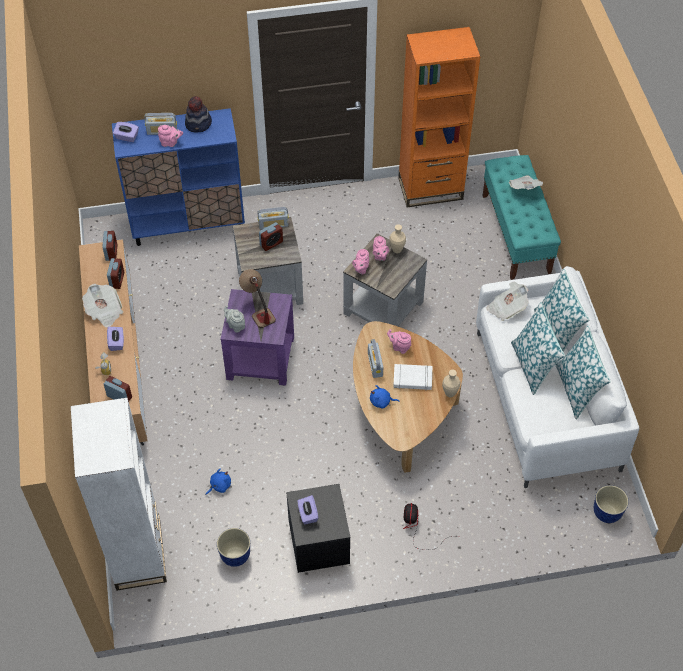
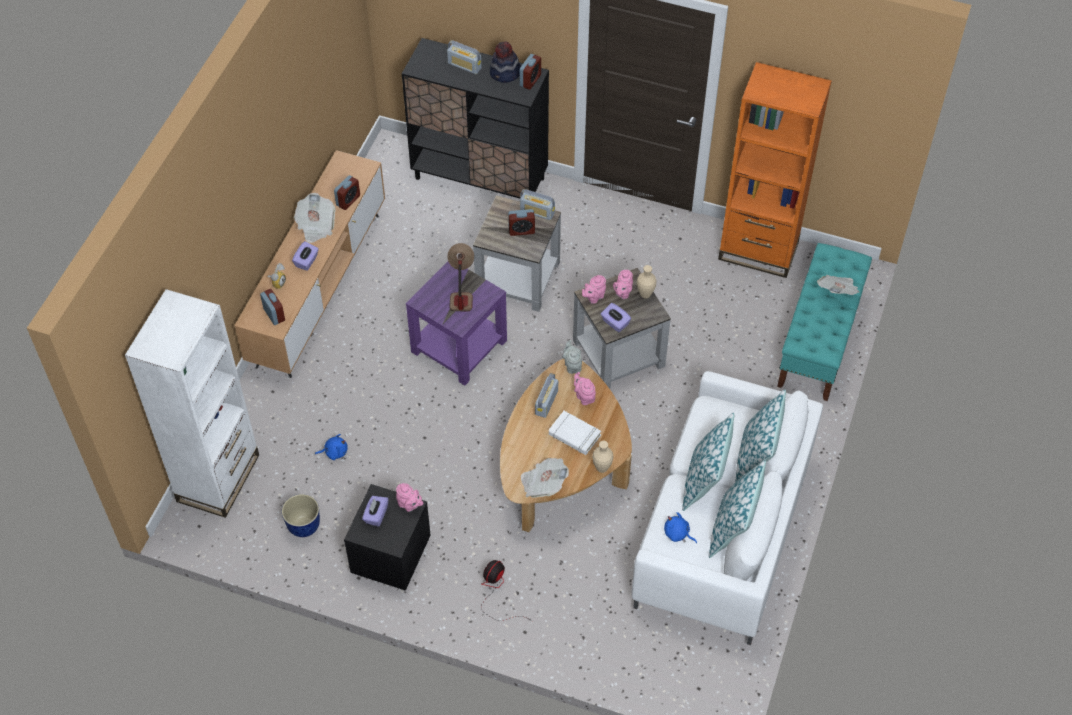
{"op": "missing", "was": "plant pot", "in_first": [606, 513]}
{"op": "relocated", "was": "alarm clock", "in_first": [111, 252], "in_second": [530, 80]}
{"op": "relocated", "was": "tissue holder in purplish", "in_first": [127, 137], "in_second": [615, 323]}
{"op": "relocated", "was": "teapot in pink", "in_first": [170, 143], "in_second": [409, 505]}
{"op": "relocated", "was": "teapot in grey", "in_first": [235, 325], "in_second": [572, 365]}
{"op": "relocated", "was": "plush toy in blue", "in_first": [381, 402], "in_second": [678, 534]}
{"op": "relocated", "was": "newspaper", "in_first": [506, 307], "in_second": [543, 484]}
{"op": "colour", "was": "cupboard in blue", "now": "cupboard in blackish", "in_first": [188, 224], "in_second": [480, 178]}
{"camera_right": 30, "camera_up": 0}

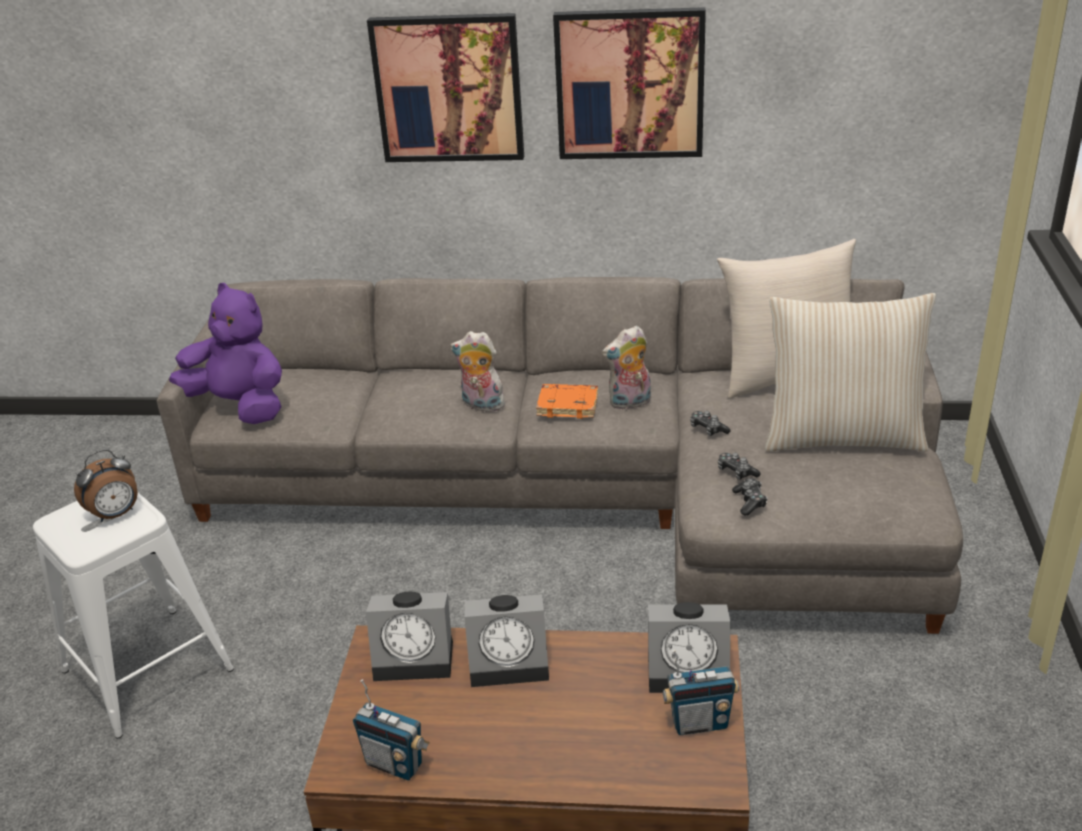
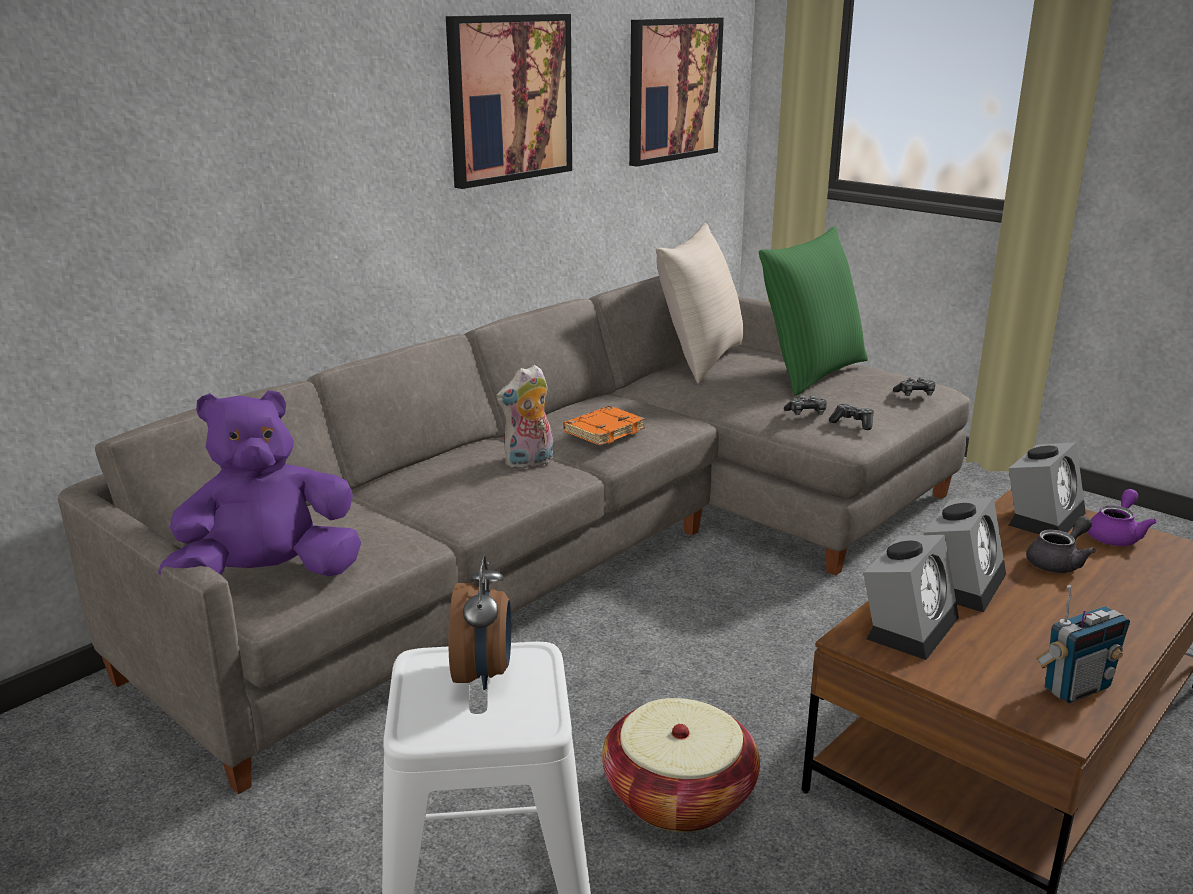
{"op": "missing", "was": "plush toy", "in_first": [629, 403]}
{"op": "appeared", "now": "household basket", "in_second": [679, 796]}
{"op": "appeared", "now": "teapot in grey", "in_second": [1059, 562]}
{"op": "relocated", "was": "picture", "in_first": [448, 88], "in_second": [673, 90]}
{"op": "relocated", "was": "joypad", "in_first": [708, 429], "in_second": [915, 394]}
{"op": "exchanged", "was": "radio set", "now": "teapot in purplish", "in_first": [699, 723], "in_second": [1116, 535]}
{"op": "colour", "was": "cushion in sand-coloured", "now": "cushion in greenish", "in_first": [842, 436], "in_second": [810, 372]}
{"camera_right": -55, "camera_up": -10}

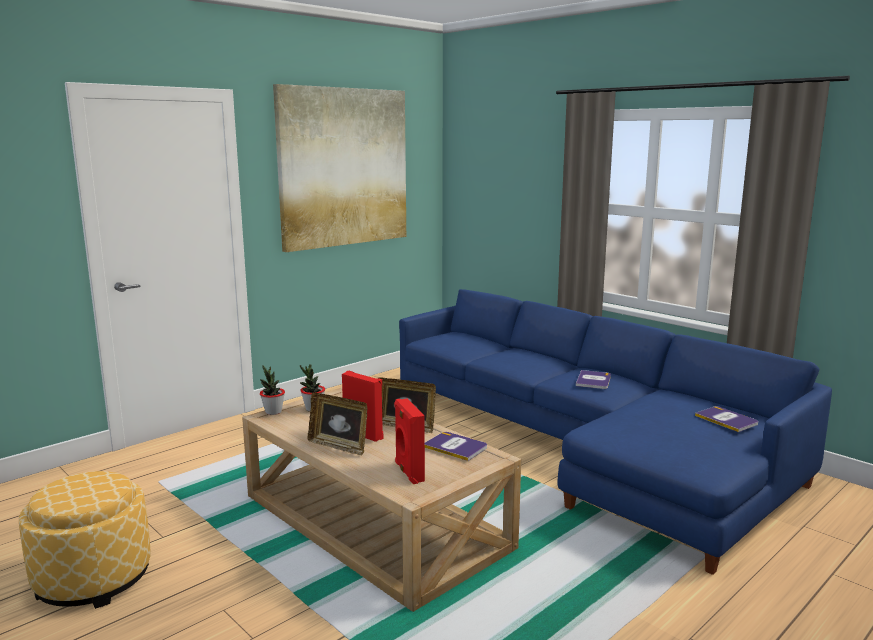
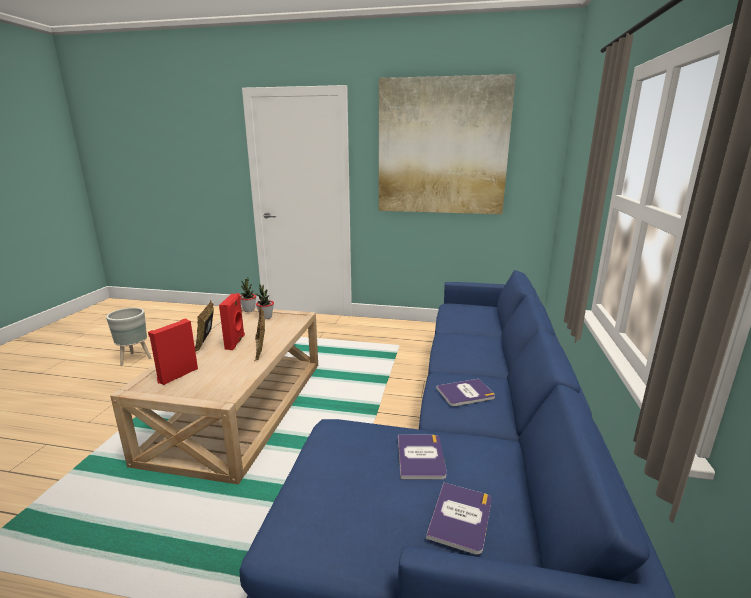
{"op": "relocated", "was": "volume", "in_first": [455, 447], "in_second": [420, 457]}
{"op": "exchanged", "was": "footrest", "now": "plant pot in grey", "in_first": [93, 578], "in_second": [135, 359]}
{"camera_right": 55, "camera_up": 5}

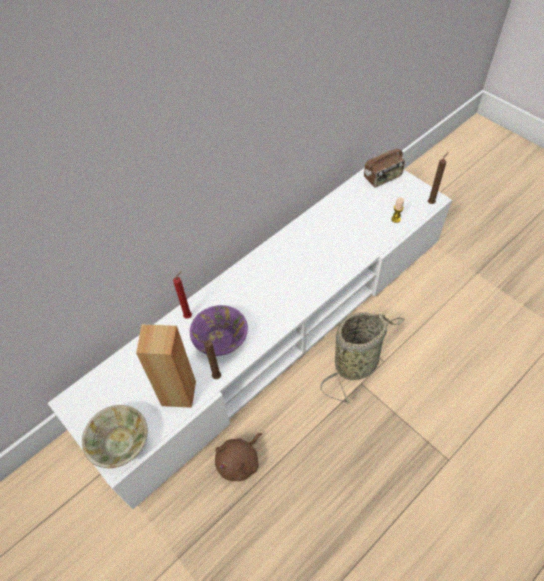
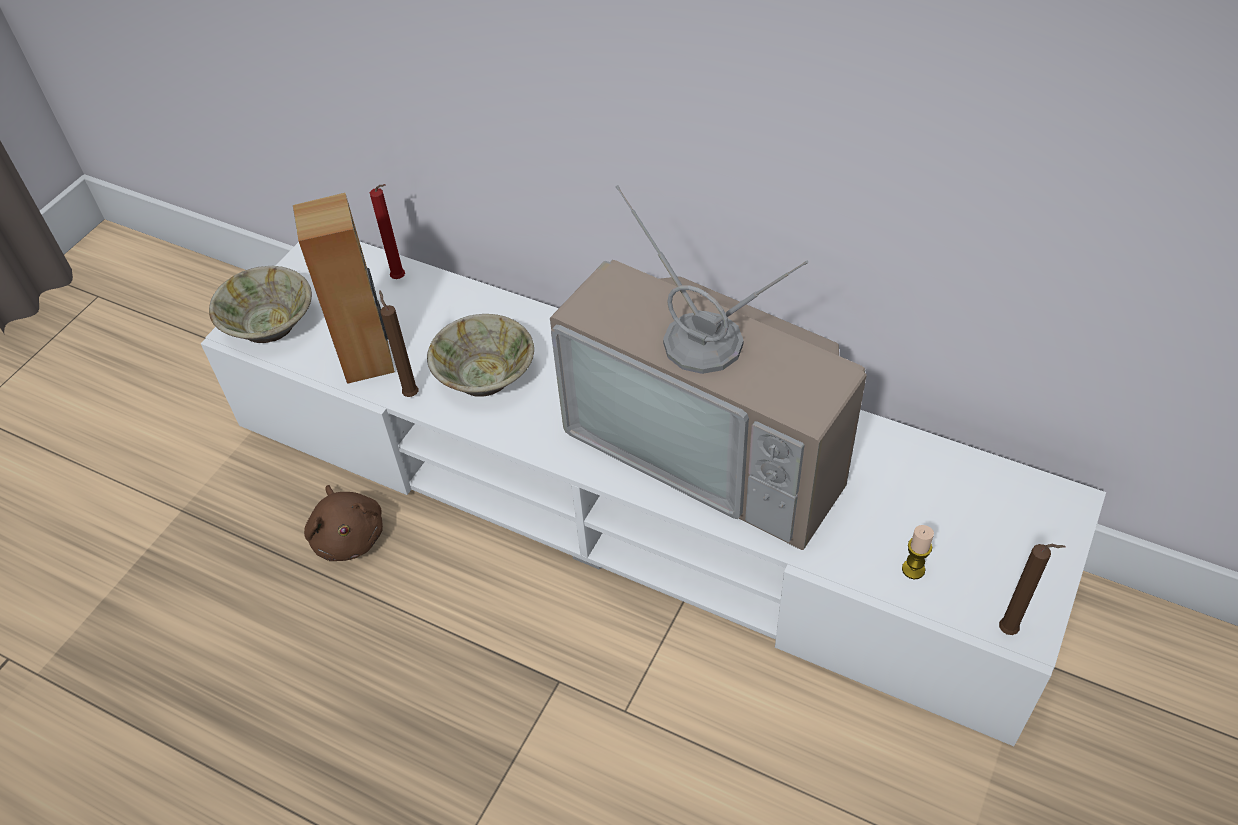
{"op": "missing", "was": "household basket", "in_first": [358, 362]}
{"op": "missing", "was": "radio set", "in_first": [383, 178]}
{"op": "appeared", "now": "TV set", "in_second": [714, 444]}
{"op": "relocated", "was": "wax candle in red-coloured", "in_first": [189, 316], "in_second": [400, 279]}
{"op": "colour", "was": "serving bowl in purplish", "now": "serving bowl in sand-coloured", "in_first": [221, 339], "in_second": [486, 375]}
{"op": "spun", "was": "plush toy in brownish", "in_first": [240, 461], "in_second": [348, 536], "clockwise": -135}
{"camera_right": 70, "camera_up": -5}

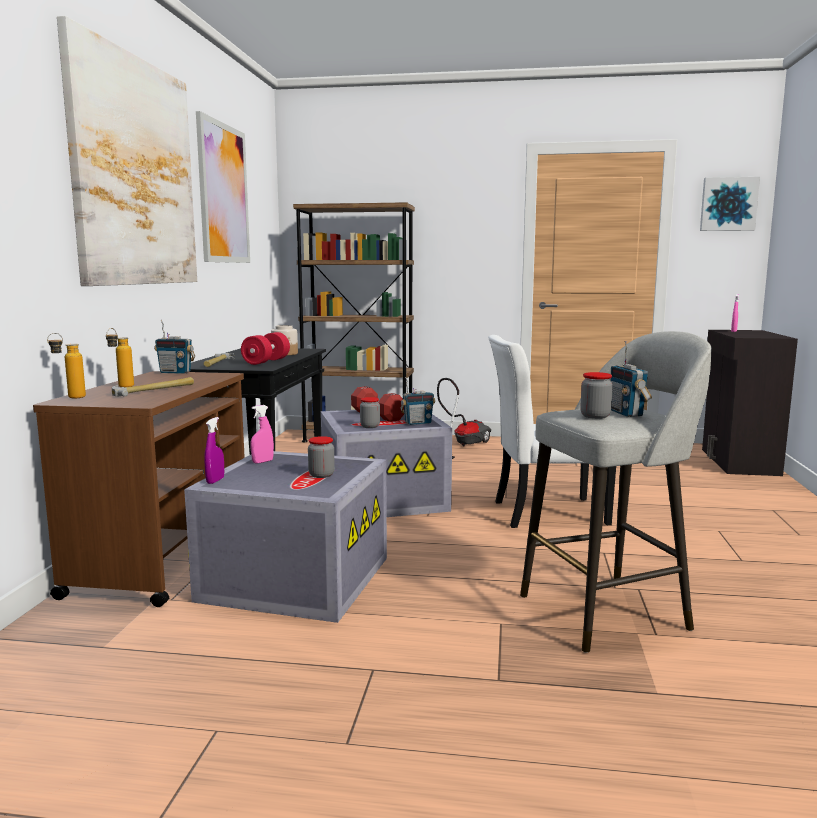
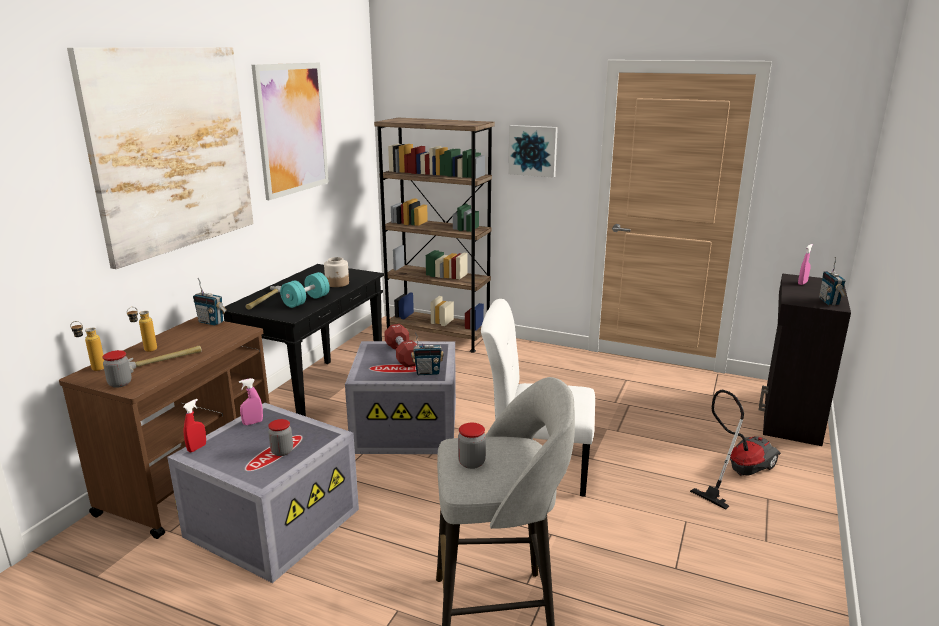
{"op": "relocated", "was": "preserve jar", "in_first": [370, 426], "in_second": [120, 383]}
{"op": "relocated", "was": "hoover", "in_first": [461, 445], "in_second": [737, 472]}
{"op": "relocated", "was": "radio set", "in_first": [627, 413], "in_second": [829, 302]}
{"op": "relocated", "was": "picture", "in_first": [728, 204], "in_second": [533, 150]}
{"op": "colour", "was": "hand sprayer in purplish", "now": "hand sprayer in red-coloured", "in_first": [215, 481], "in_second": [197, 448]}
{"op": "colour", "was": "dumbbell in red-coloured", "now": "dumbbell in turquoise-coloured", "in_first": [266, 361], "in_second": [306, 301]}
{"camera_right": 15, "camera_up": 10}

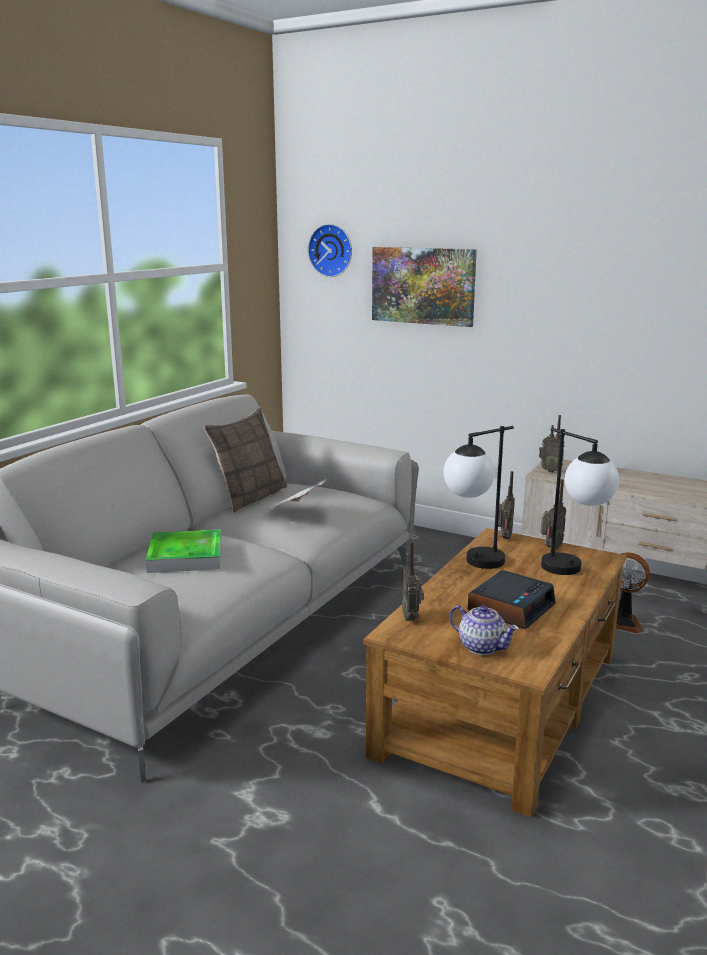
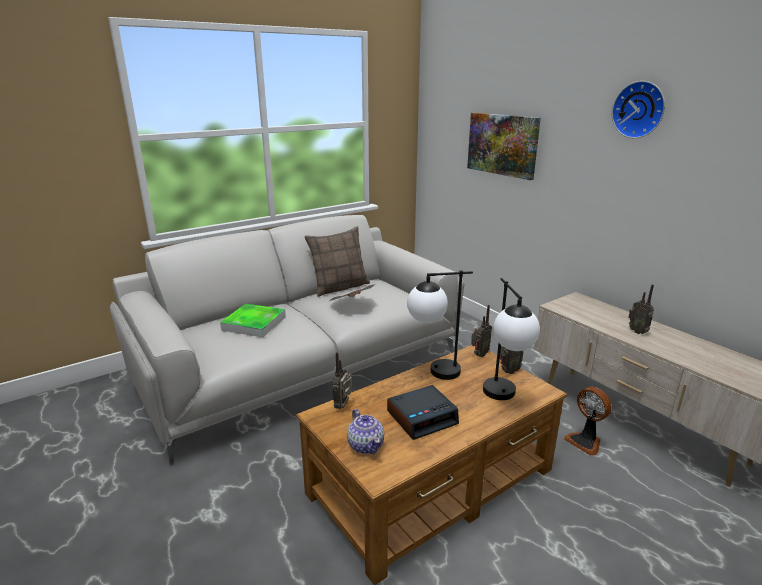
{"op": "relocated", "was": "clock on the wall", "in_first": [331, 250], "in_second": [639, 109]}
{"op": "relocated", "was": "radio set", "in_first": [550, 470], "in_second": [637, 331]}
{"camera_right": 25, "camera_up": 5}

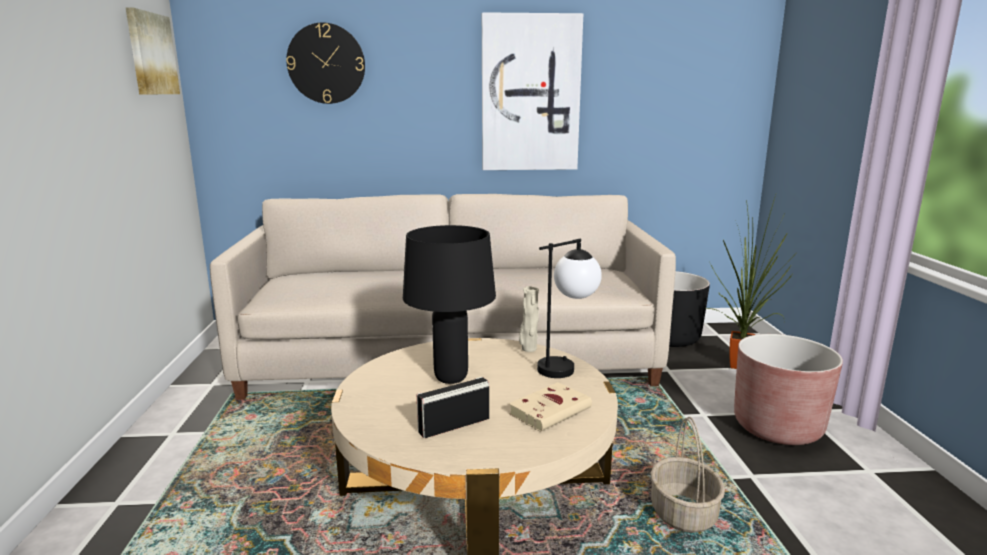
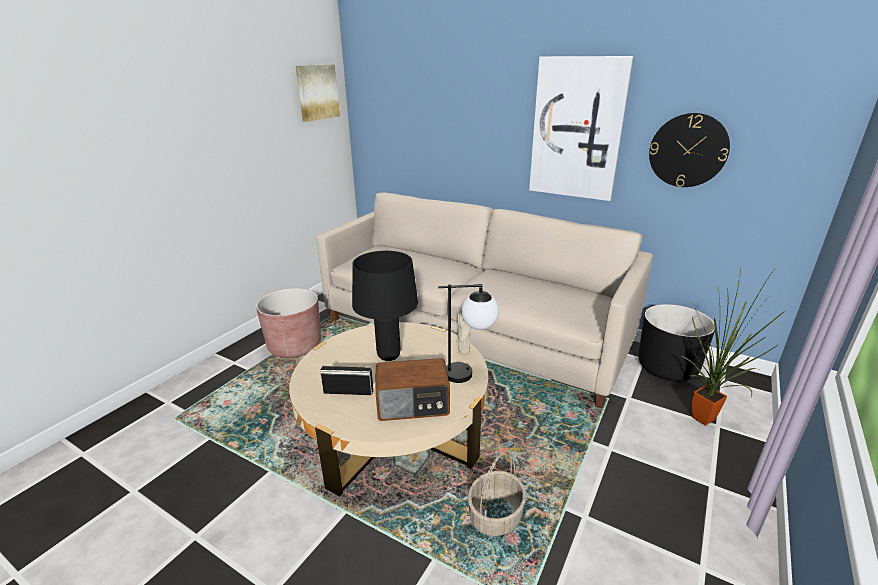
{"op": "relocated", "was": "clock on the wall", "in_first": [326, 63], "in_second": [688, 150]}
{"op": "relocated", "was": "plant pot in brownish", "in_first": [777, 427], "in_second": [295, 346]}
{"op": "exchanged", "was": "volume in sand-coloured", "now": "radio set", "in_first": [551, 410], "in_second": [413, 405]}
{"camera_right": 35, "camera_up": 10}

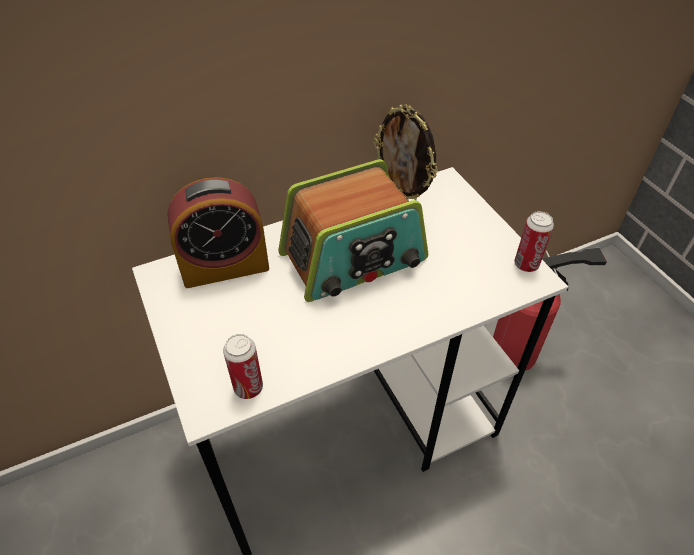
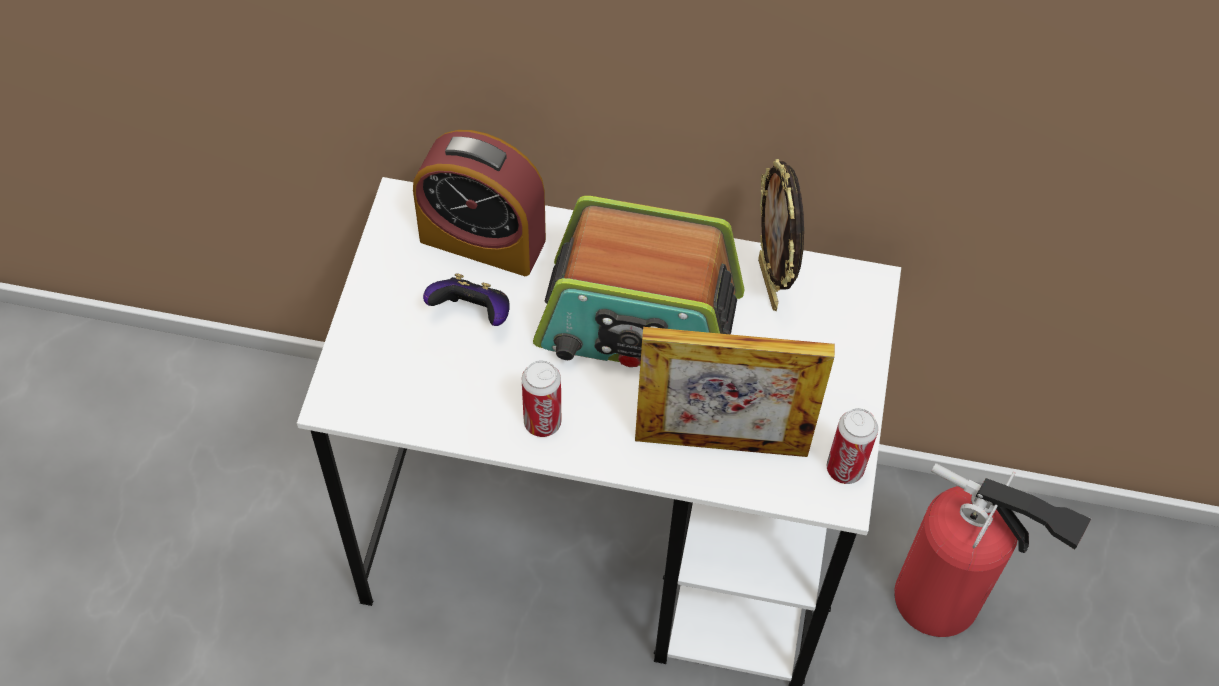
{"op": "appeared", "now": "joypad", "in_second": [472, 314]}
{"op": "appeared", "now": "photo frame", "in_second": [721, 443]}
{"op": "relocated", "was": "can", "in_first": [248, 387], "in_second": [542, 422]}
{"camera_right": 35, "camera_up": 10}

